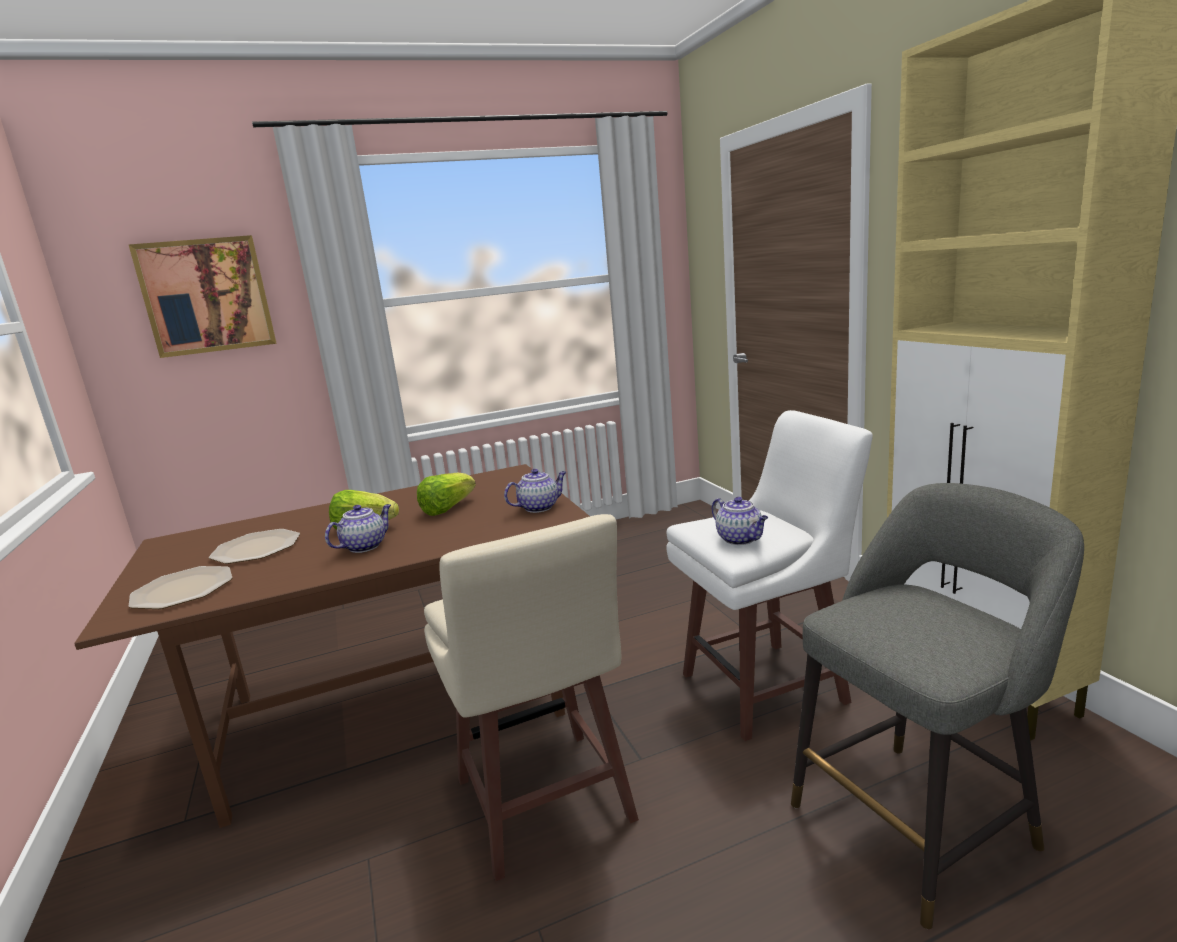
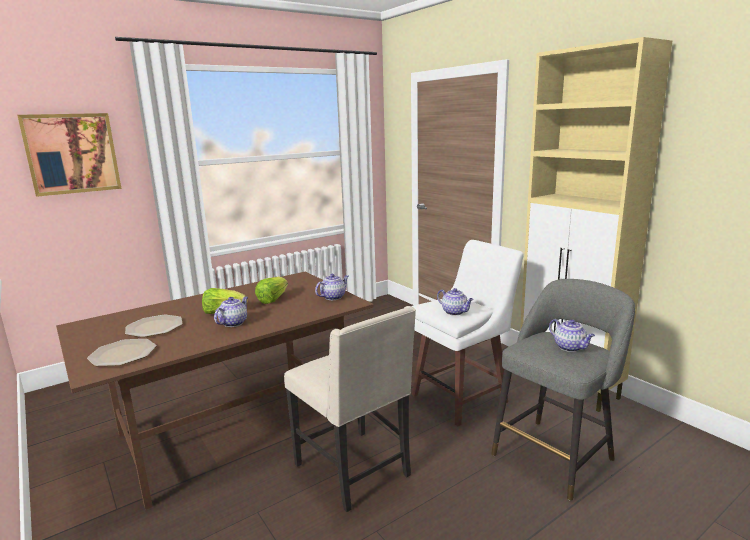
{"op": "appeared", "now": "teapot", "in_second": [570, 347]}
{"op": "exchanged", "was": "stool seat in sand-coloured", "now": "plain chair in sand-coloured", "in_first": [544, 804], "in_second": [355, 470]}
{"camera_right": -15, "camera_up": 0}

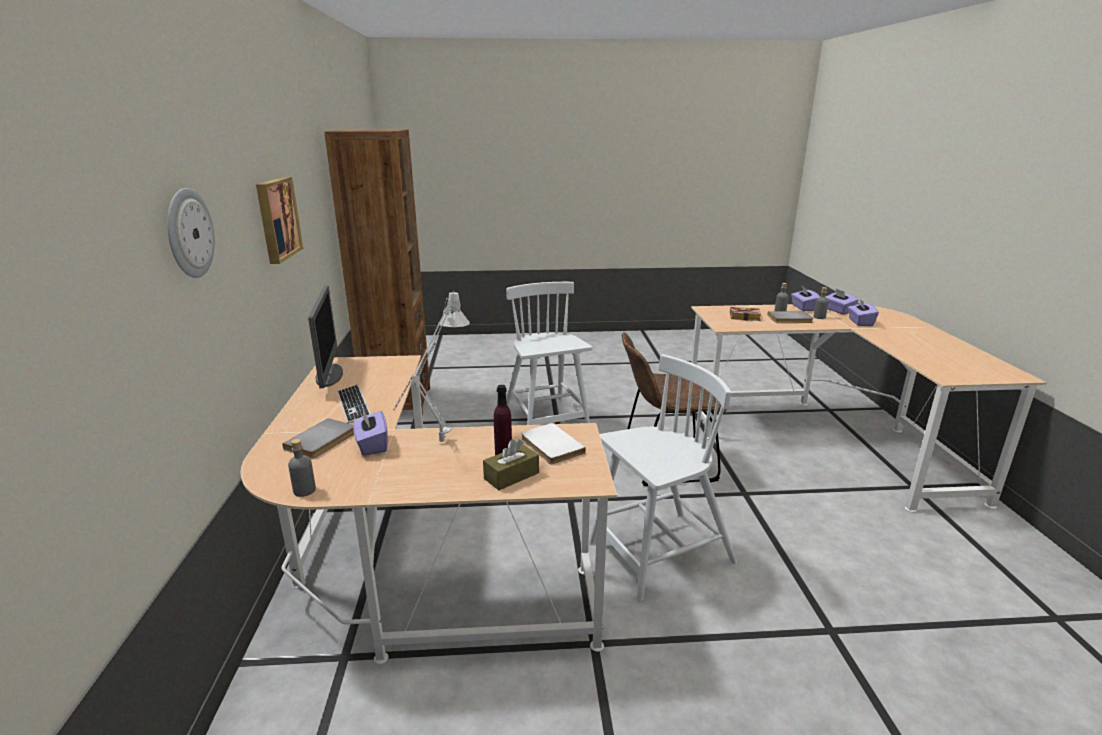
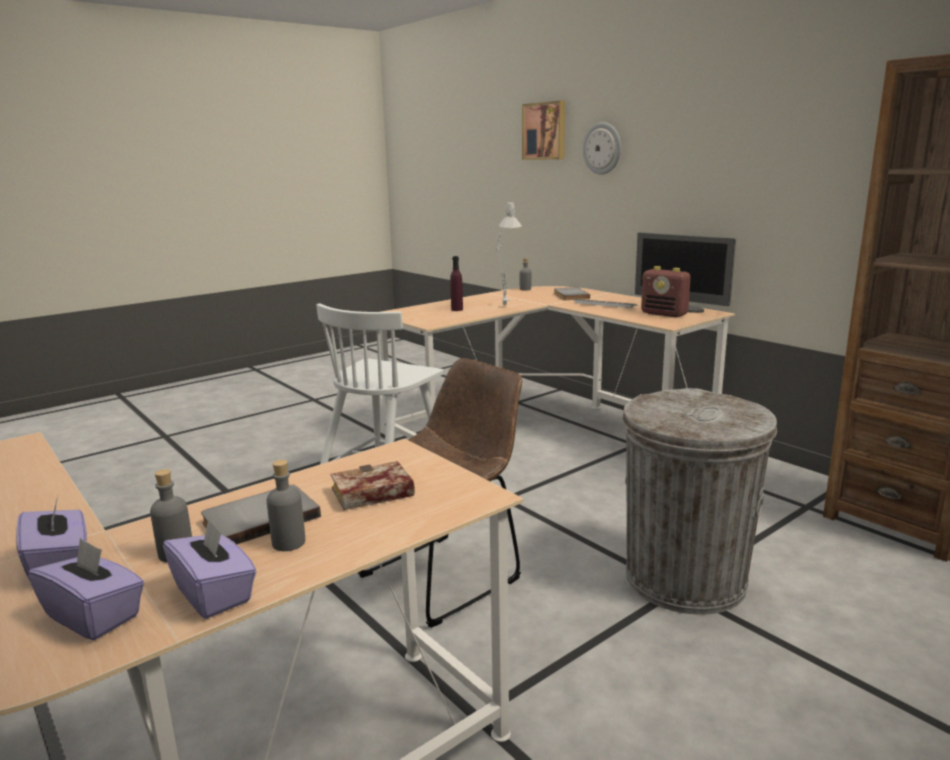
{"op": "missing", "was": "tissue holder in purplish", "in_first": [372, 445]}
{"op": "missing", "was": "tissue holder in brownish", "in_first": [511, 476]}
{"op": "missing", "was": "volume in whitish", "in_first": [550, 446]}
{"op": "appeared", "now": "radio set", "in_second": [664, 314]}
{"op": "relocated", "was": "picture", "in_first": [276, 219], "in_second": [545, 131]}
{"op": "exchanged", "was": "plain chair in whitish", "now": "rubbish bin in grey", "in_first": [546, 419], "in_second": [685, 579]}
{"camera_right": 145, "camera_up": -5}

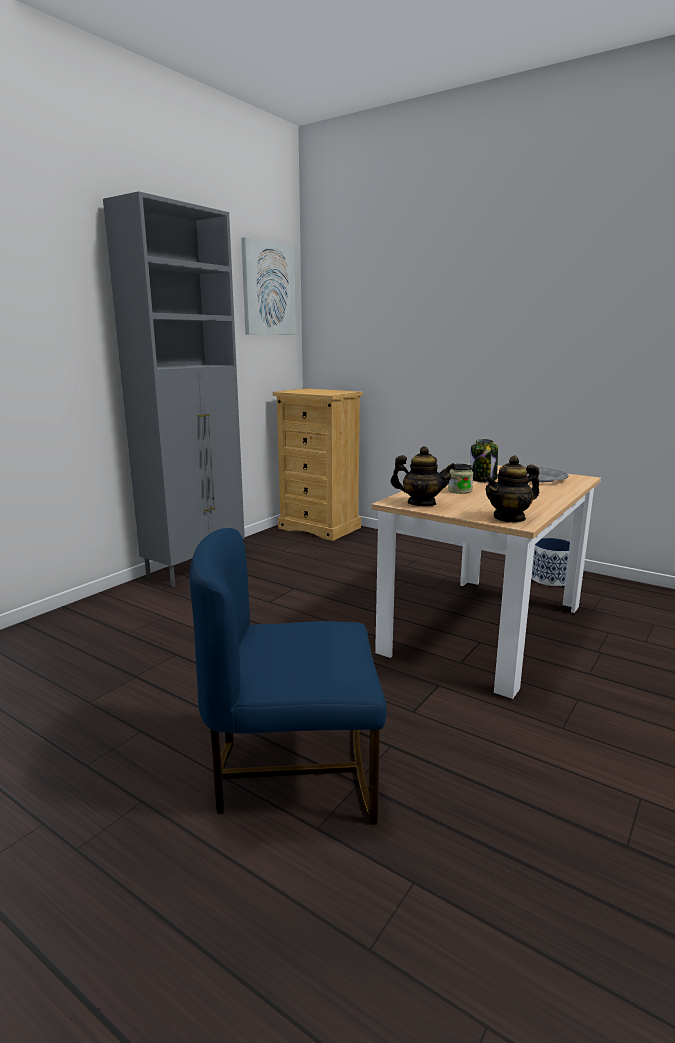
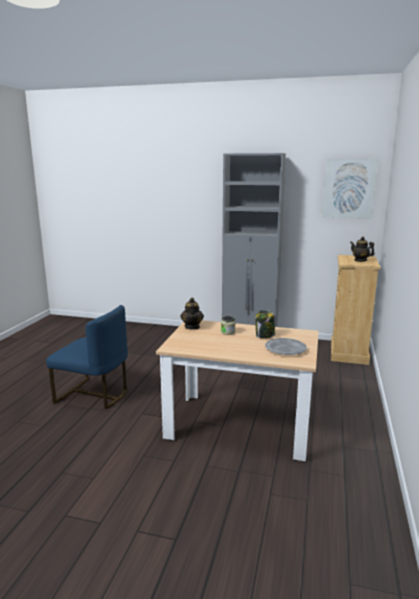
{"op": "missing", "was": "plant pot", "in_first": [551, 579]}
{"op": "relocated", "was": "teapot", "in_first": [509, 518], "in_second": [360, 260]}
{"op": "spun", "was": "plain chair in blue", "in_first": [294, 772], "in_second": [93, 395], "clockwise": 135}
{"camera_right": 70, "camera_up": 0}

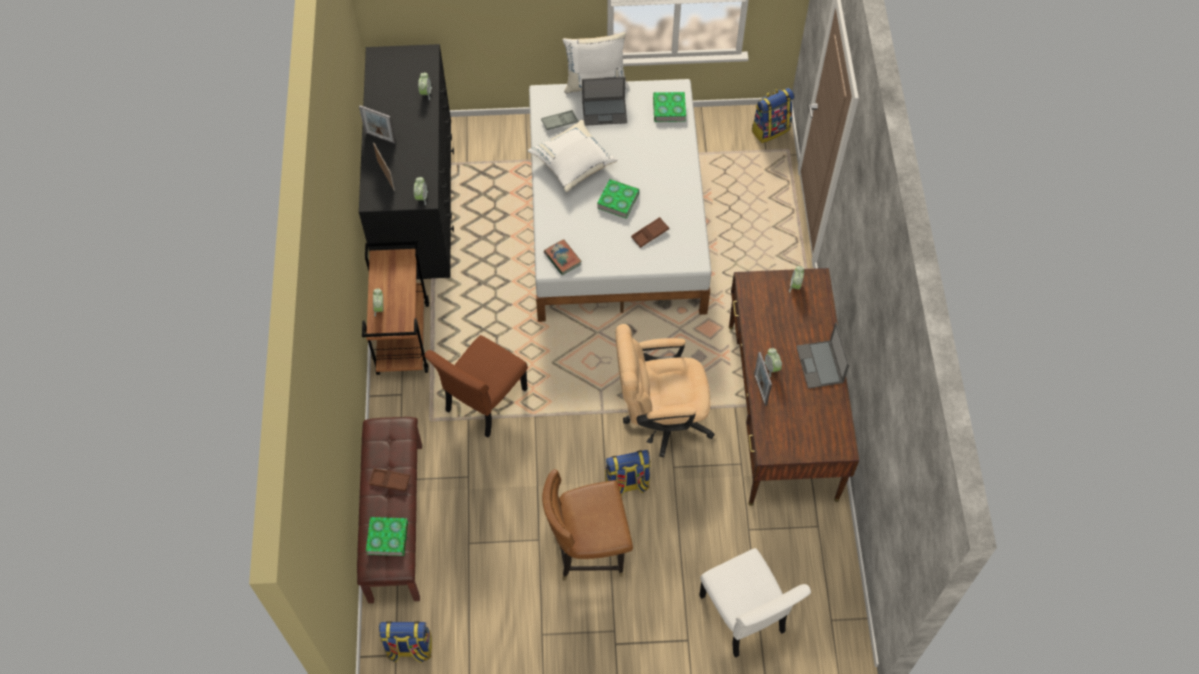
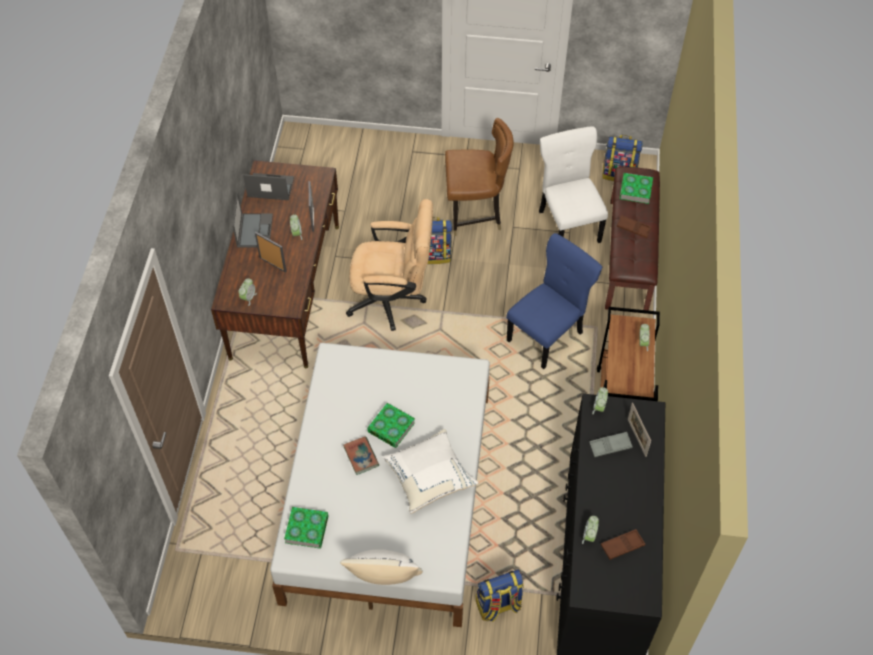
{"op": "relocated", "was": "photo frame", "in_first": [380, 137], "in_second": [273, 264]}
{"op": "relocated", "was": "carrying tray in grey", "in_first": [559, 122], "in_second": [610, 446]}
{"op": "relocated", "was": "volume", "in_first": [562, 258], "in_second": [361, 456]}
{"op": "relocated", "was": "laptop", "in_first": [605, 111], "in_second": [270, 187]}
{"op": "relocated", "was": "carrying tray in brownish", "in_first": [650, 234], "in_second": [622, 546]}
{"op": "relocated", "was": "plain chair in whitish", "in_first": [743, 617], "in_second": [568, 224]}
{"op": "relocated", "was": "rucksack", "in_first": [770, 129], "in_second": [498, 605]}
{"op": "colour", "was": "plain chair in brownish", "now": "plain chair in blue", "in_first": [483, 402], "in_second": [547, 335]}
{"camera_right": -170, "camera_up": -5}

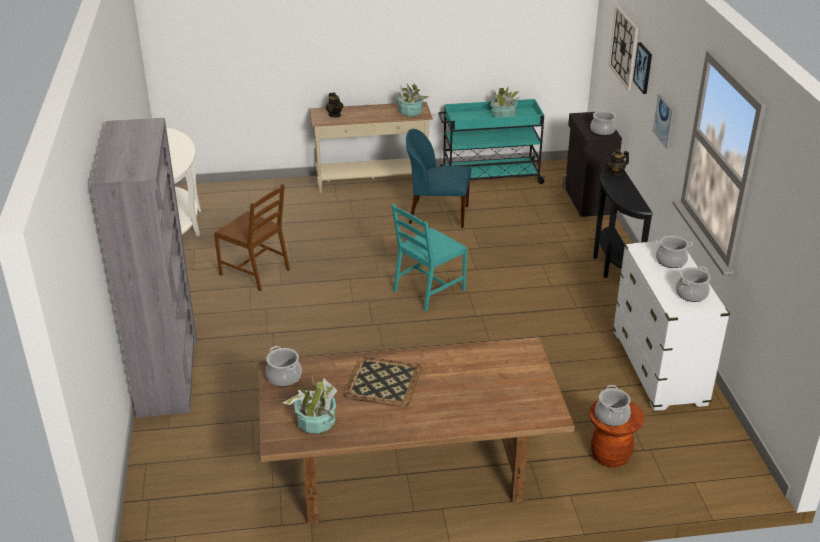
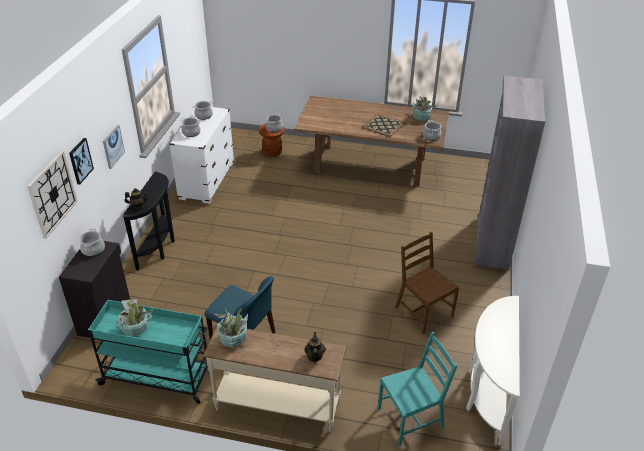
{"op": "relocated", "was": "plain chair in turquoise-coloured", "in_first": [428, 290], "in_second": [411, 418]}
{"camera_right": -160, "camera_up": 5}

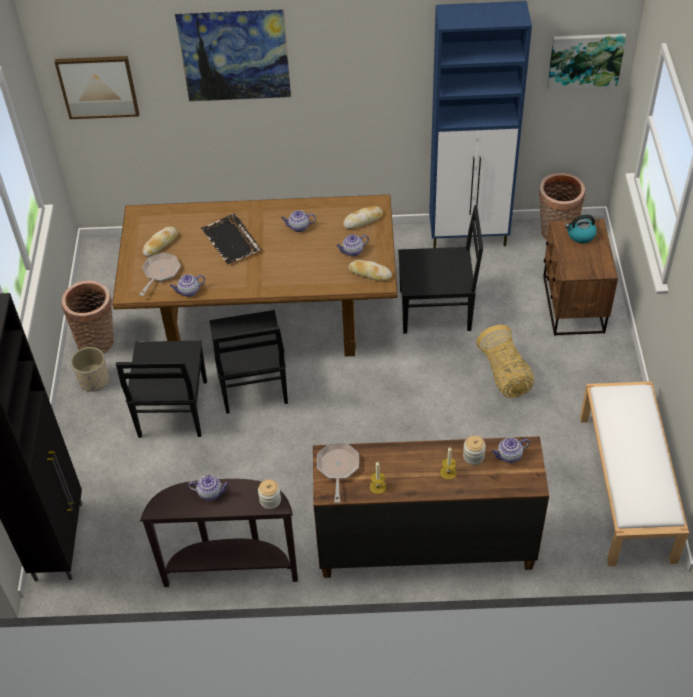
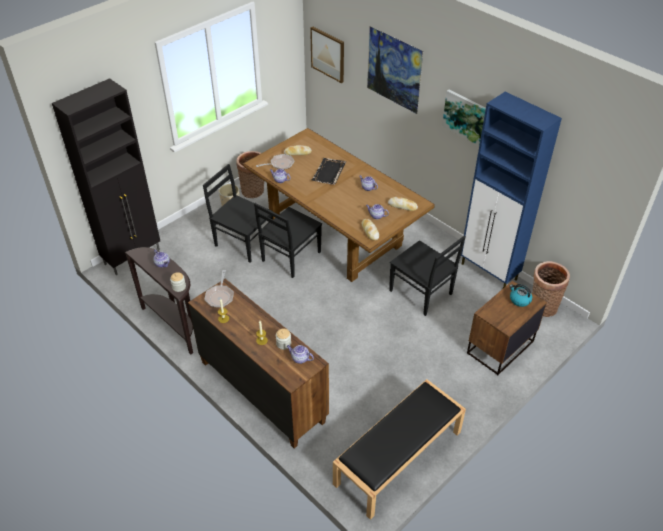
{"op": "missing", "was": "household basket", "in_first": [504, 374]}
{"op": "relocated", "was": "picture", "in_first": [585, 60], "in_second": [466, 117]}
{"op": "colour", "was": "bench in whitish", "now": "bench in blackish", "in_first": [627, 487], "in_second": [398, 458]}
{"op": "spun", "was": "plain chair in blackish", "in_first": [172, 410], "in_second": [243, 242], "clockwise": 75}
{"op": "spun", "was": "skillet", "in_first": [338, 468], "in_second": [220, 296], "clockwise": 135}
{"camera_right": 45, "camera_up": -5}

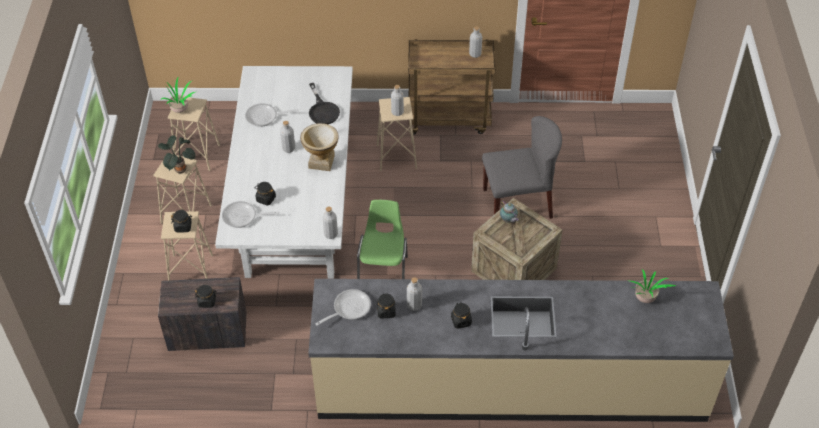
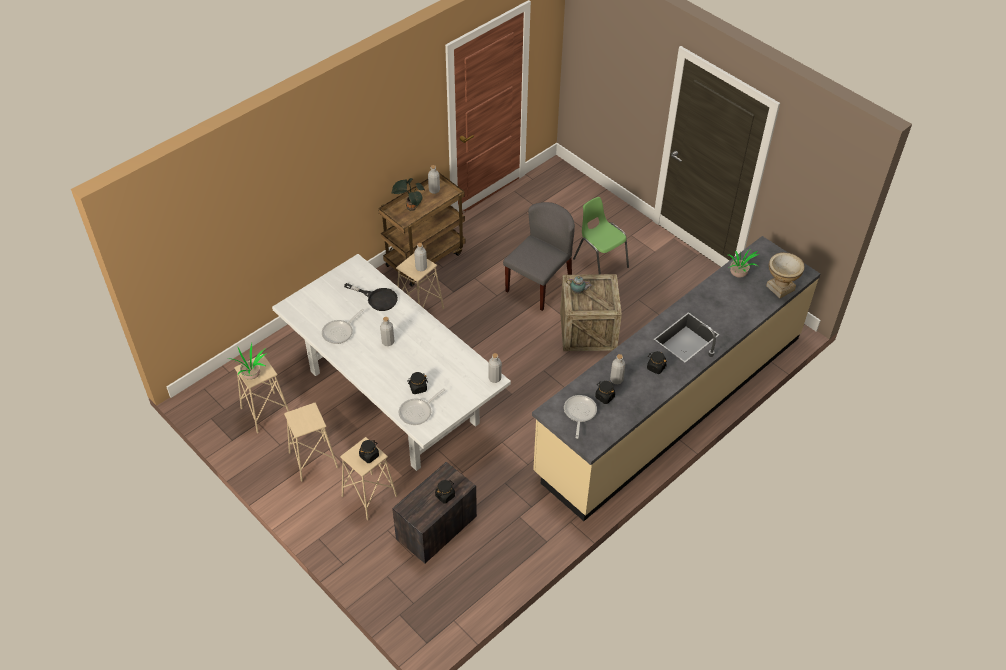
{"op": "relocated", "was": "houseplant", "in_first": [179, 169], "in_second": [410, 208]}
{"op": "relocated", "was": "vase", "in_first": [321, 161], "in_second": [780, 288]}
{"op": "relocated", "was": "plain chair in greenish", "in_first": [384, 274], "in_second": [600, 263]}
{"camera_right": -45, "camera_up": 0}

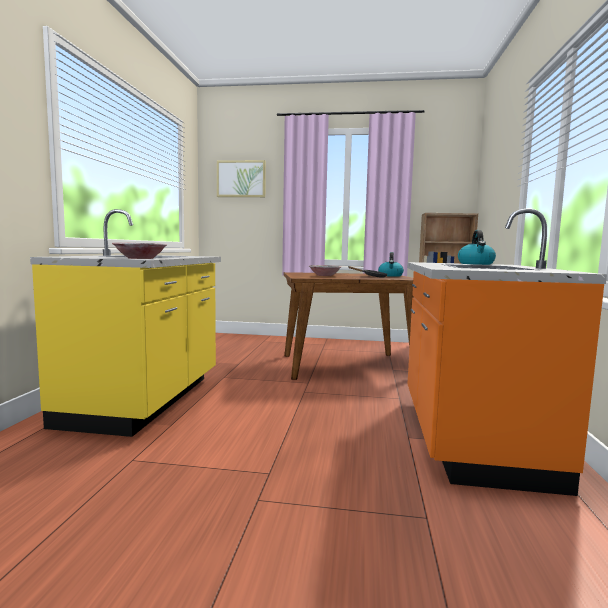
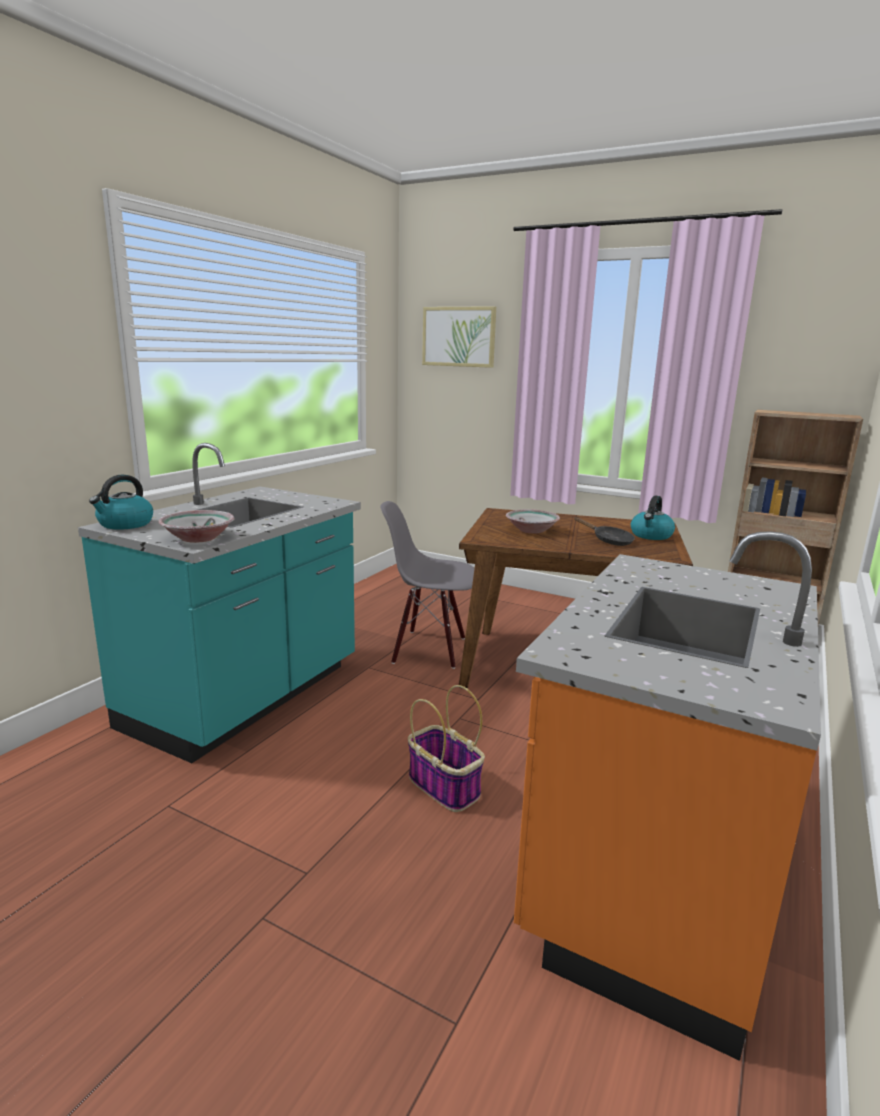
{"op": "appeared", "now": "plain chair in grey", "in_second": [429, 649]}
{"op": "appeared", "now": "household basket", "in_second": [445, 787]}
{"op": "relocated", "was": "kettle", "in_first": [476, 264], "in_second": [125, 524]}
{"op": "colour", "was": "kitchen counter in yellow-coloured", "now": "kitchen counter in turquoise-coloured", "in_first": [146, 400], "in_second": [246, 697]}
{"camera_right": 20, "camera_up": 10}

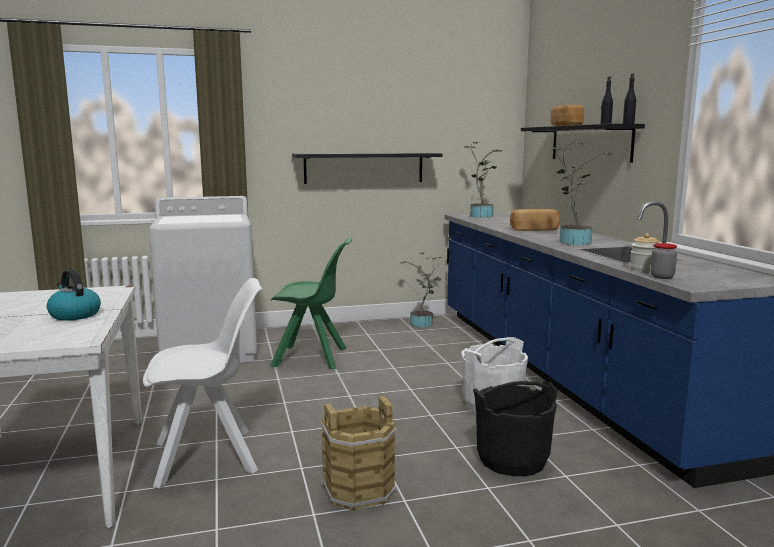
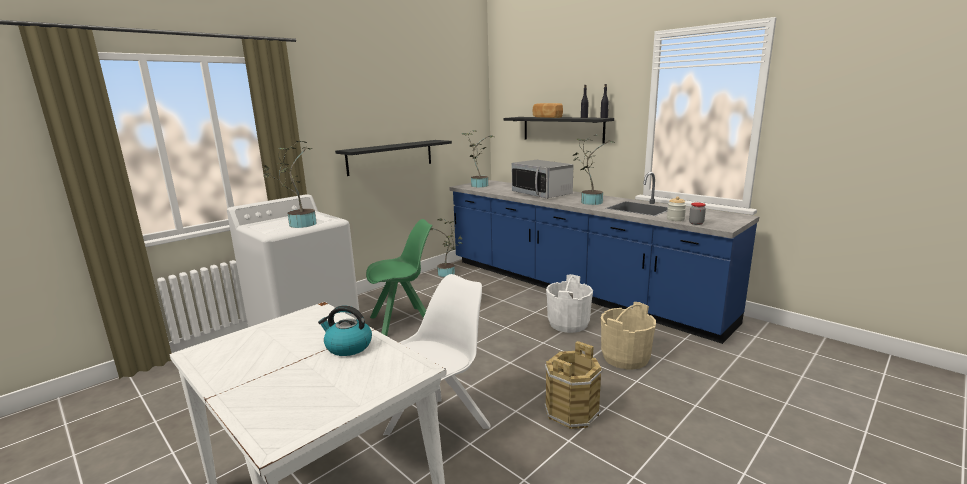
{"op": "appeared", "now": "houseplant", "in_second": [299, 224]}
{"op": "exchanged", "was": "bakery bread", "now": "microwave", "in_first": [533, 229], "in_second": [541, 194]}
{"op": "colour", "was": "water bucket in blackish", "now": "water bucket in sand-coloured", "in_first": [512, 459], "in_second": [625, 357]}
{"camera_right": -30, "camera_up": 5}

